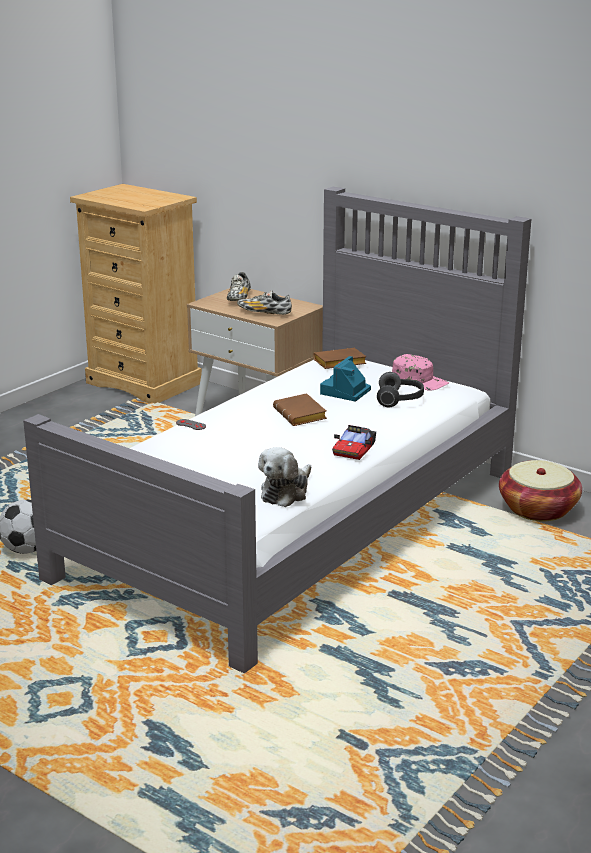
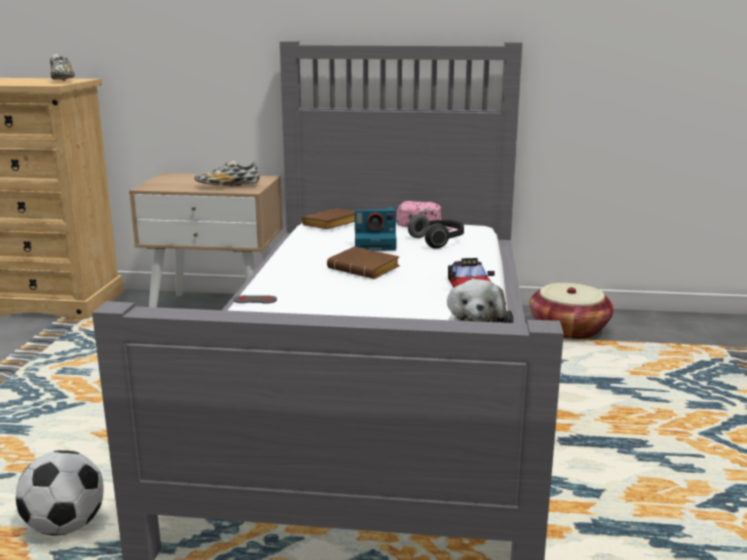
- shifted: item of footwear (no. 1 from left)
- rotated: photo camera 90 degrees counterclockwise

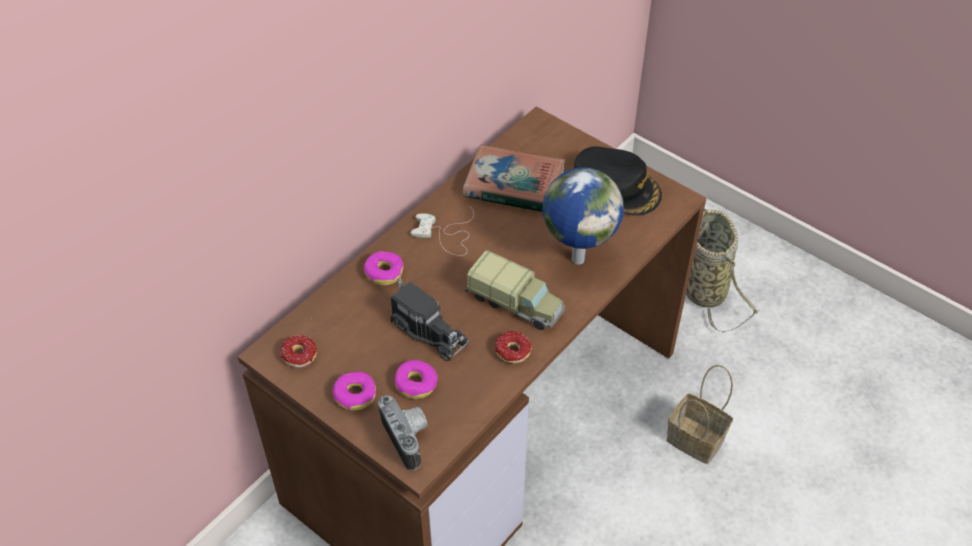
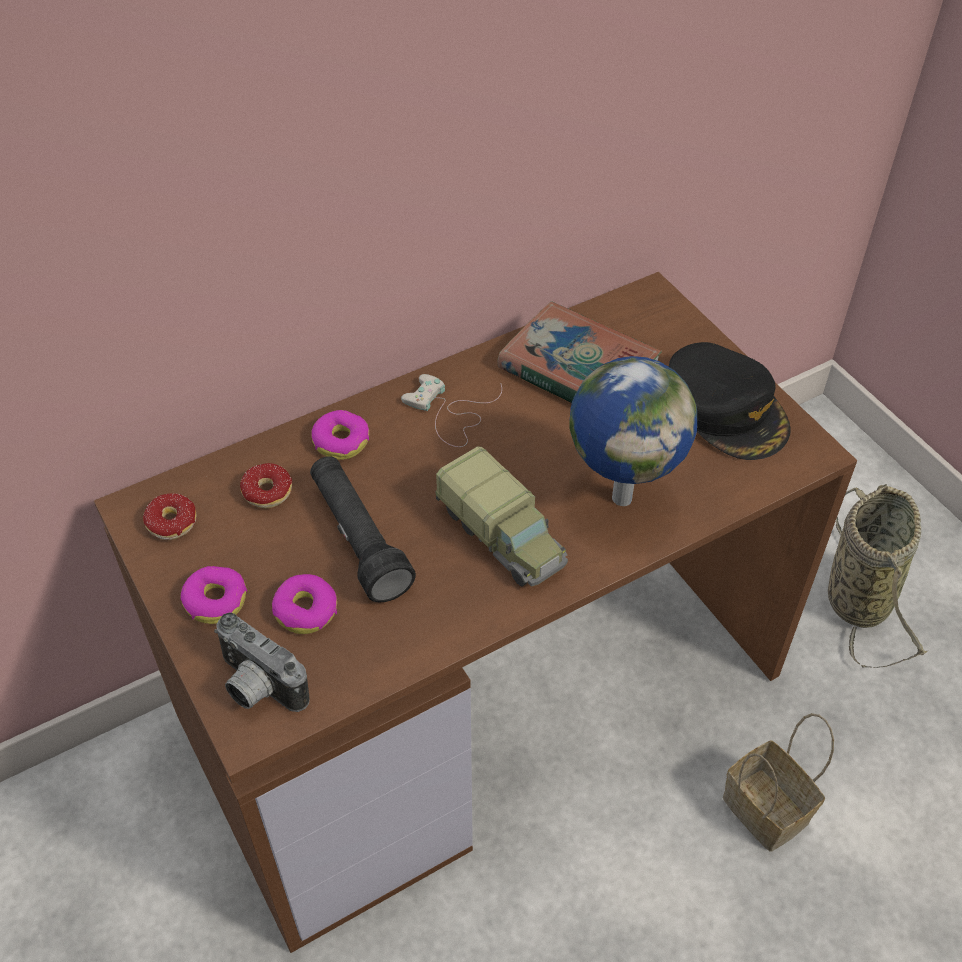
- swapped: toy truck (no. 1 from left) to black flashlight
- shifted: ring doughnut (no. 5 from left in the first image) to ring doughnut (no. 3 from left)
- rotated: photo camera 135 degrees clockwise

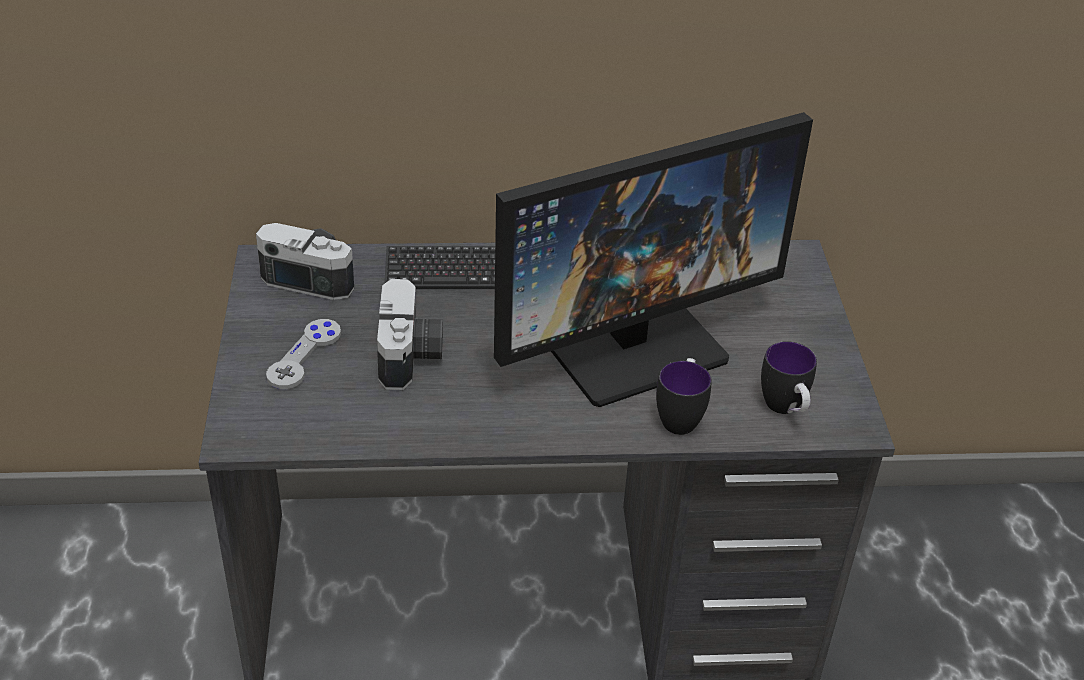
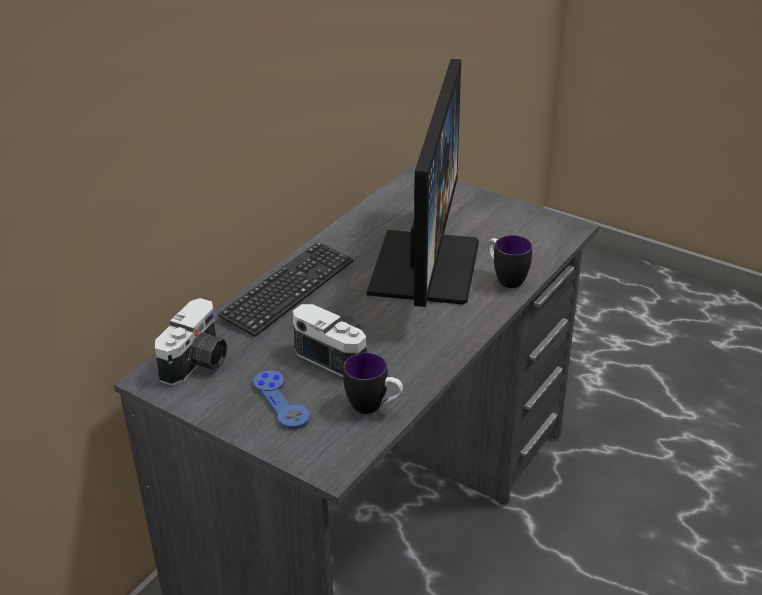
- rotated: photo camera (no. 1 from left) 150 degrees clockwise
- repainted: grey gamepad to blue gamepad
- shifted: mug (no. 2 from left in the first image) to mug (no. 1 from left)

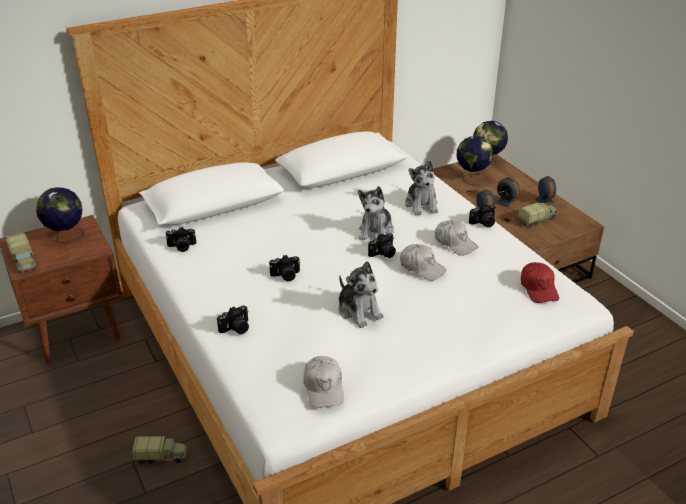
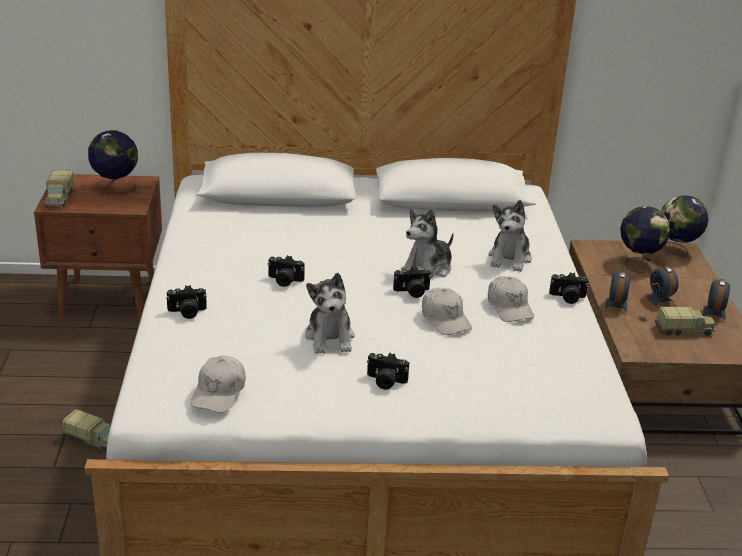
- shifted: photo camera (no. 1 from left in the first image) to photo camera (no. 3 from left)
- gone: reddish cap

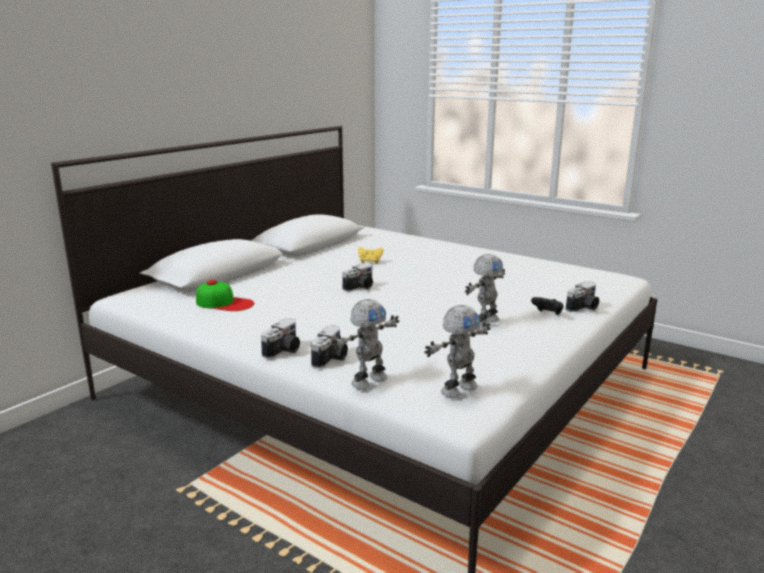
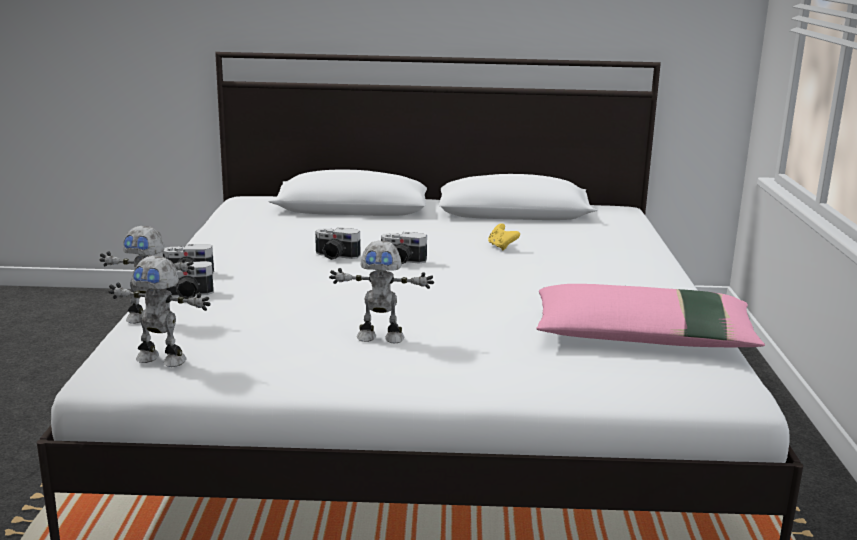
- gone: cap
- shifted: photo camera (no. 4 from left in the first image) to photo camera (no. 3 from left)
- gone: black gamepad
- new: pinkish cushion

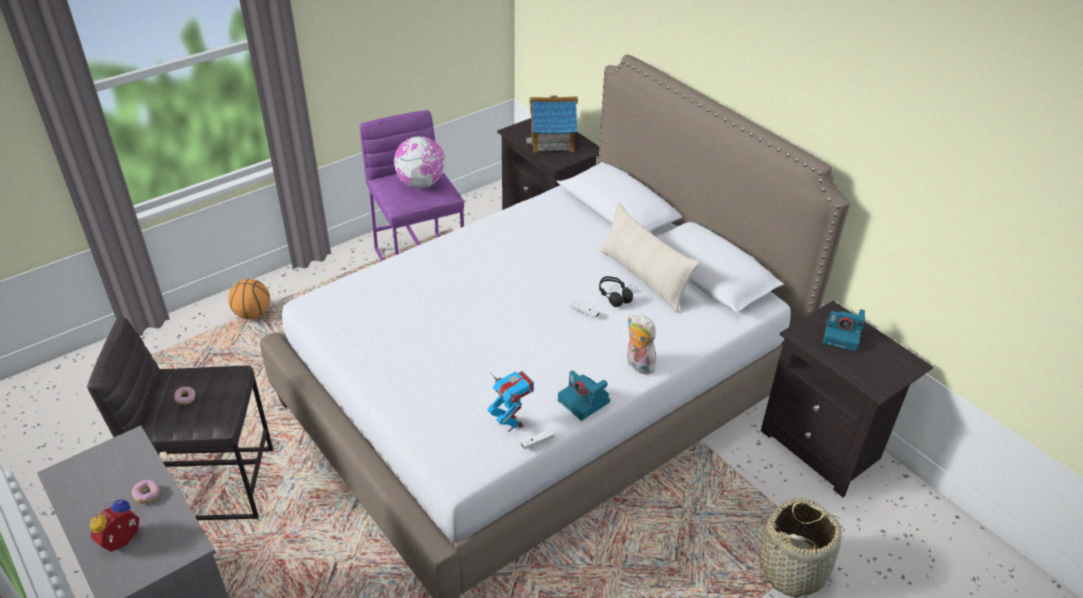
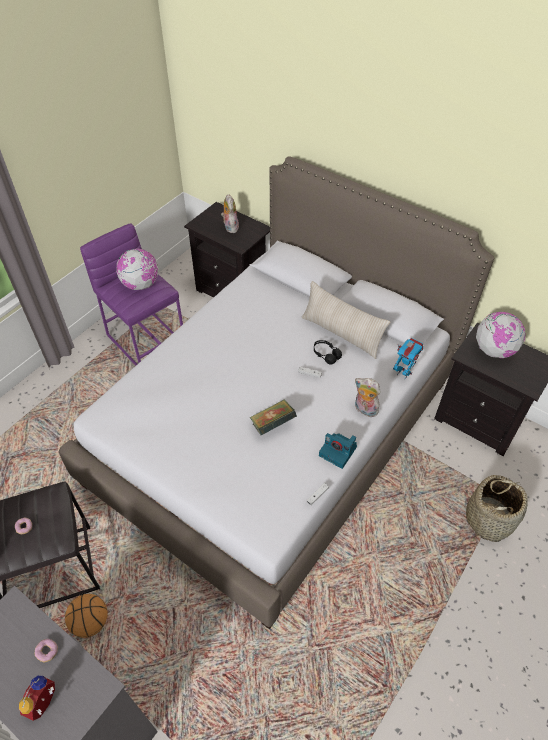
- swapped: toy house to cuddly toy (no. 1 from left)
- shifted: basketball ball
- swapped: photo camera (no. 2 from left) to desk globe (no. 2 from left)
- shifted: robot figure
- new: bound book

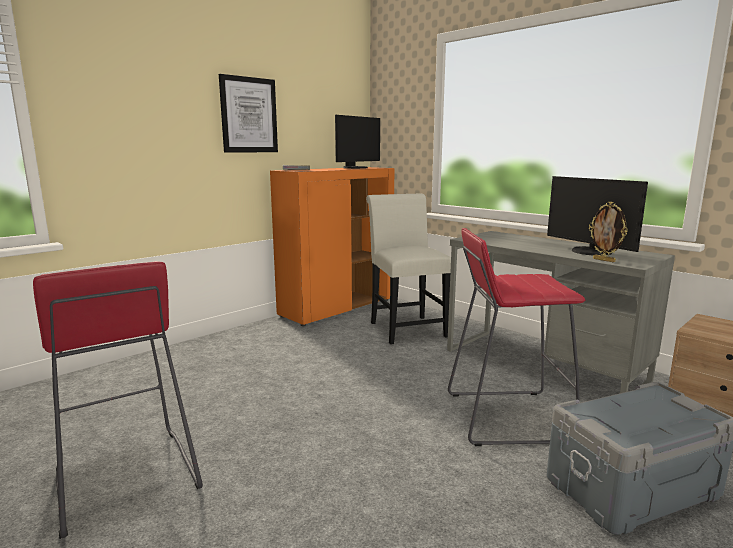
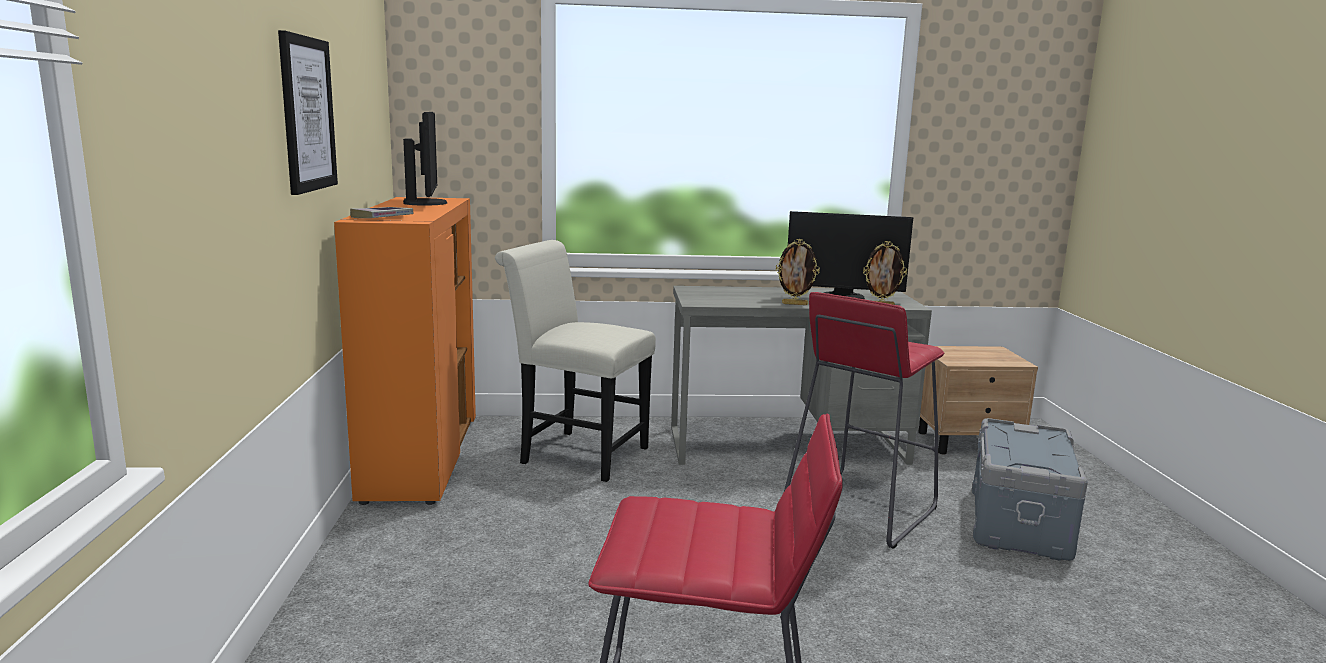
- new: photo frame (no. 1 from left)

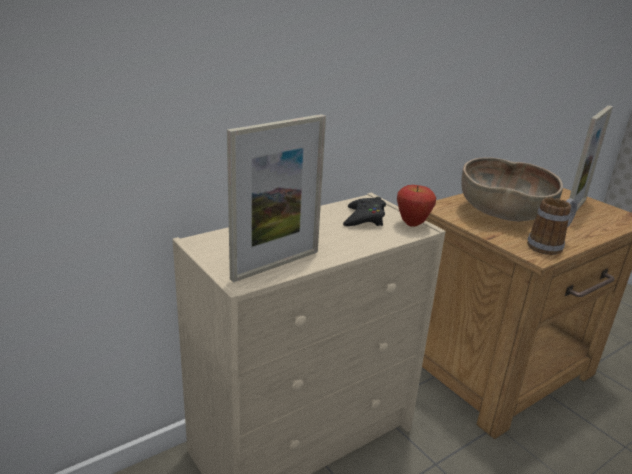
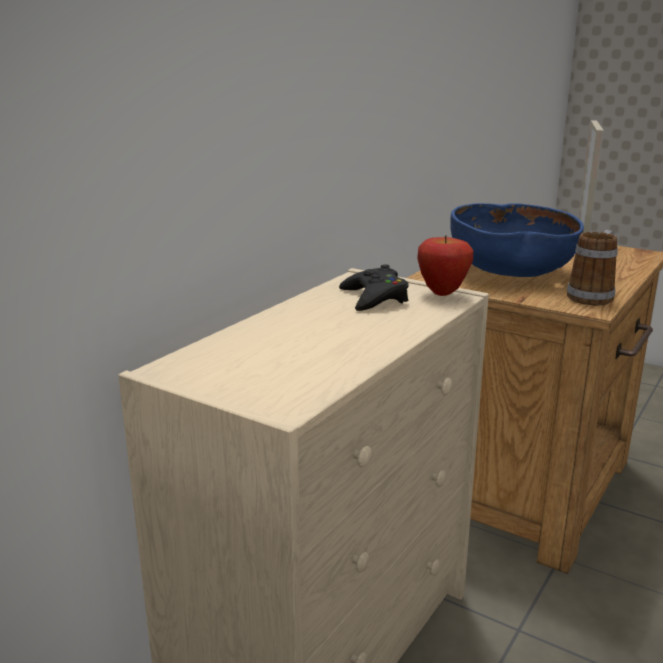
- gone: photo frame (no. 1 from left)
- repainted: brown-coloured deep dish to blue deep dish

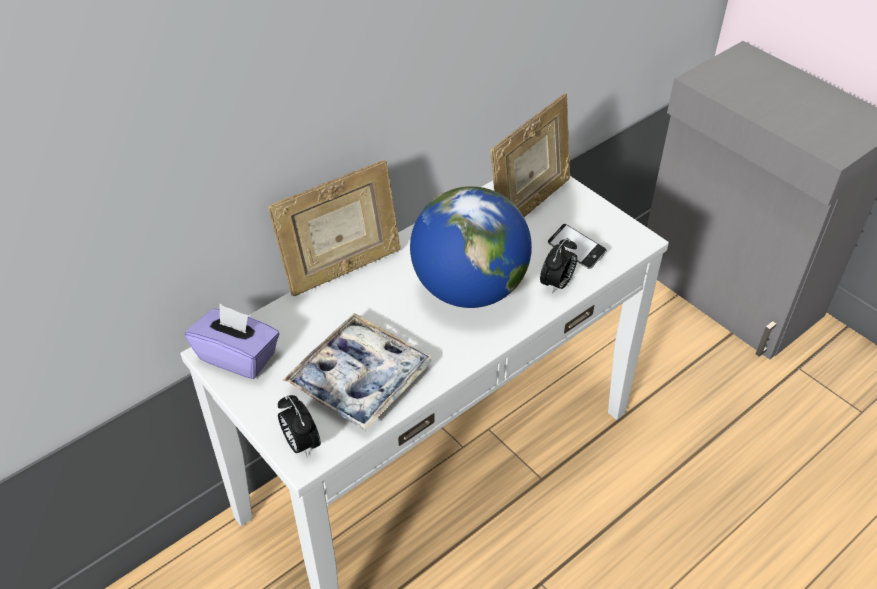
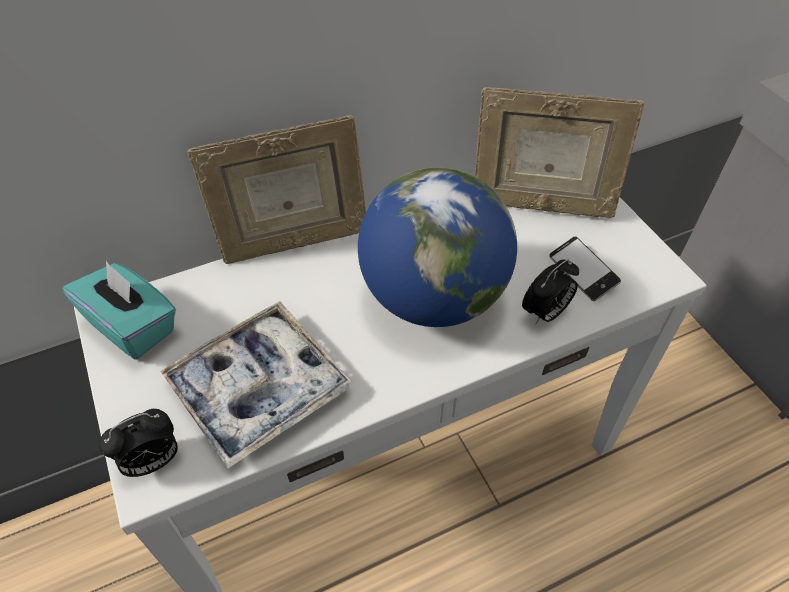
- rotated: photo frame (no. 2 from left) 45 degrees clockwise
- repainted: purple-coloured box of tissues to turquoise-coloured box of tissues
- rotated: table clock (no. 1 from left) 105 degrees counterclockwise

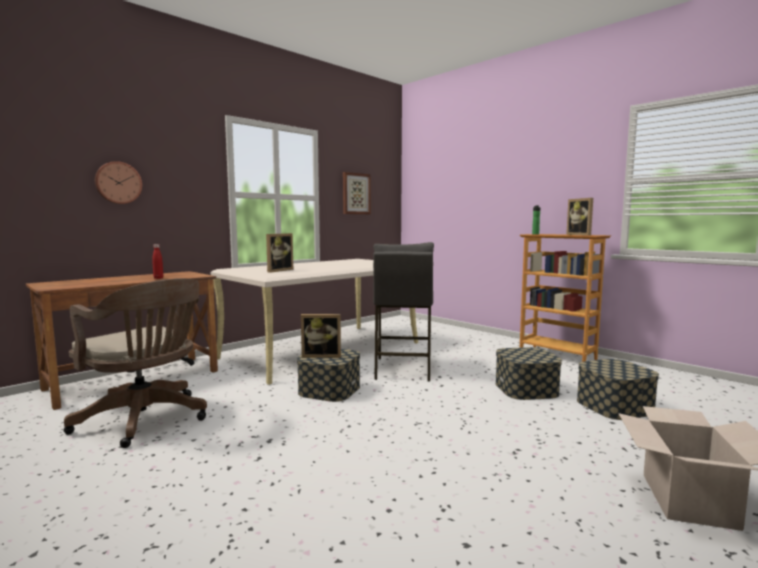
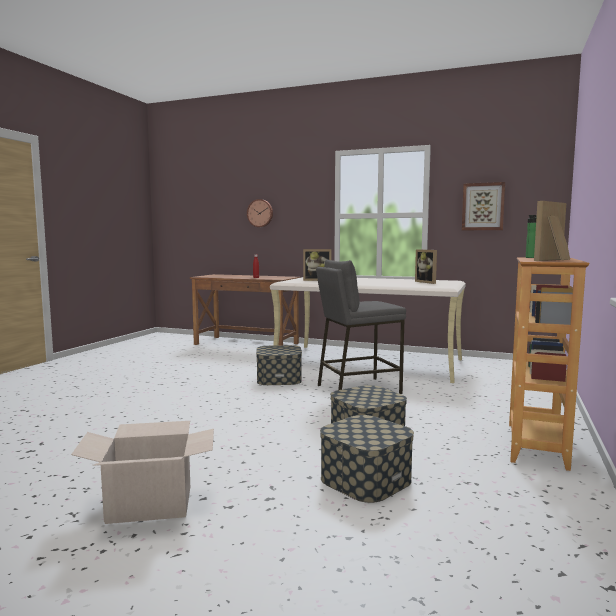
- gone: brown-coloured office chair
- shifted: photo frame (no. 2 from left)

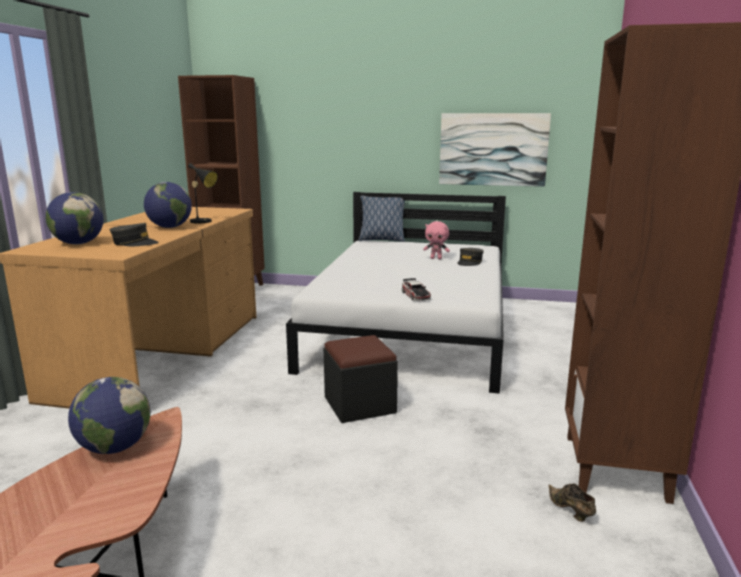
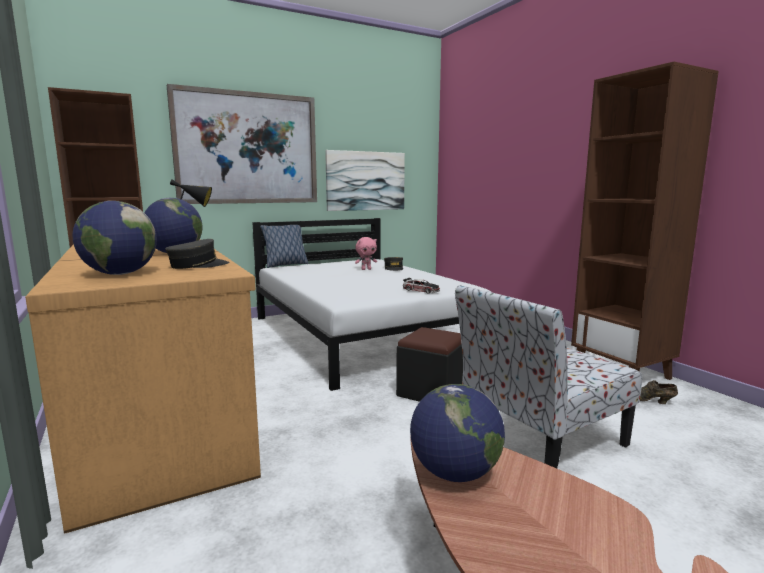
- new: wall picture (no. 1 from left)
- new: upright chair

